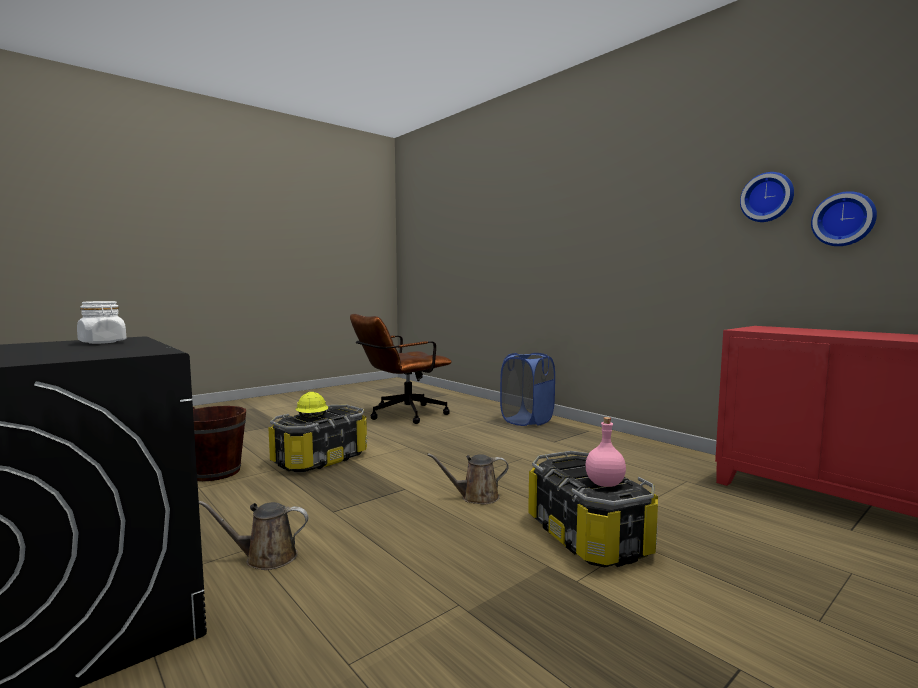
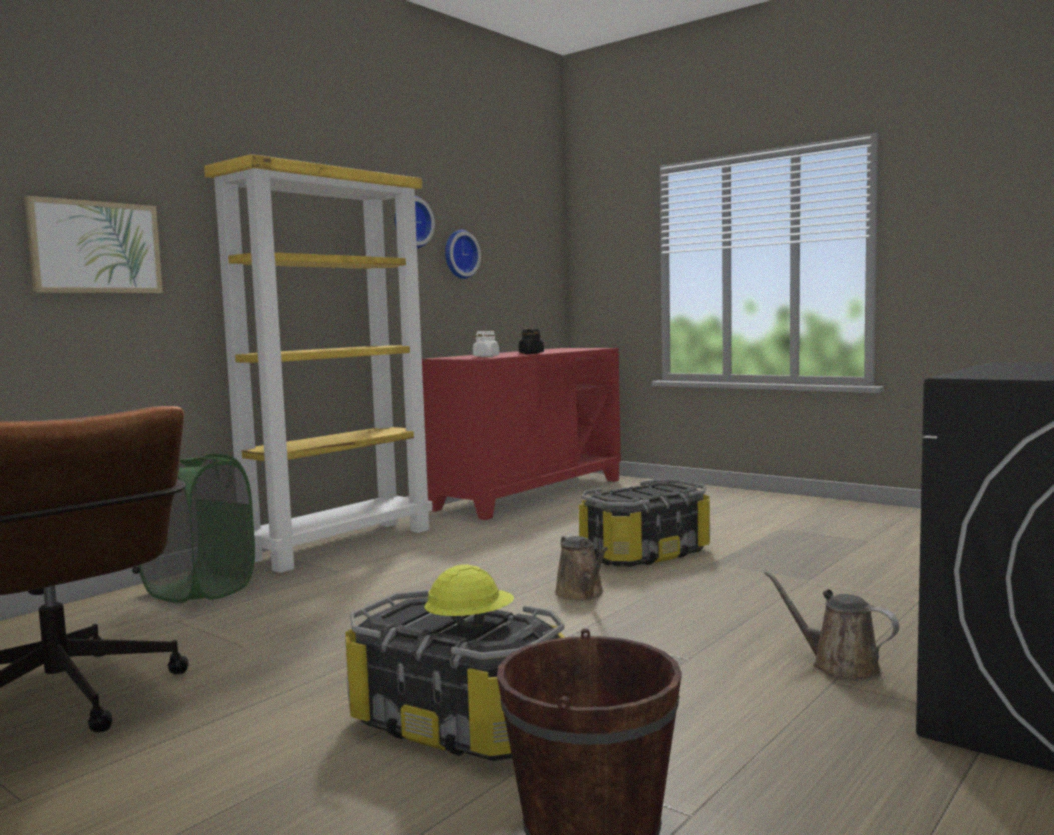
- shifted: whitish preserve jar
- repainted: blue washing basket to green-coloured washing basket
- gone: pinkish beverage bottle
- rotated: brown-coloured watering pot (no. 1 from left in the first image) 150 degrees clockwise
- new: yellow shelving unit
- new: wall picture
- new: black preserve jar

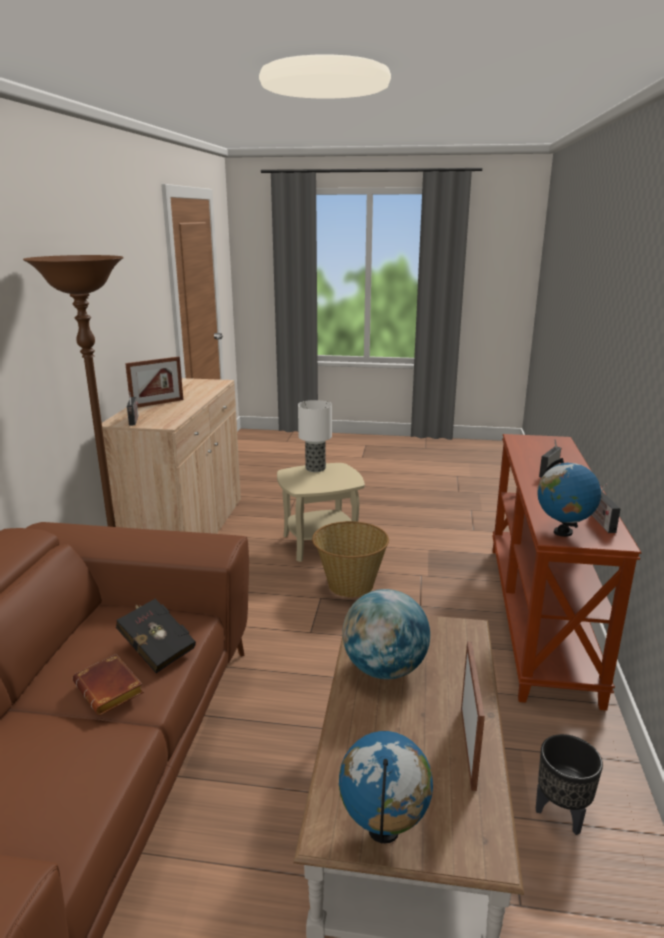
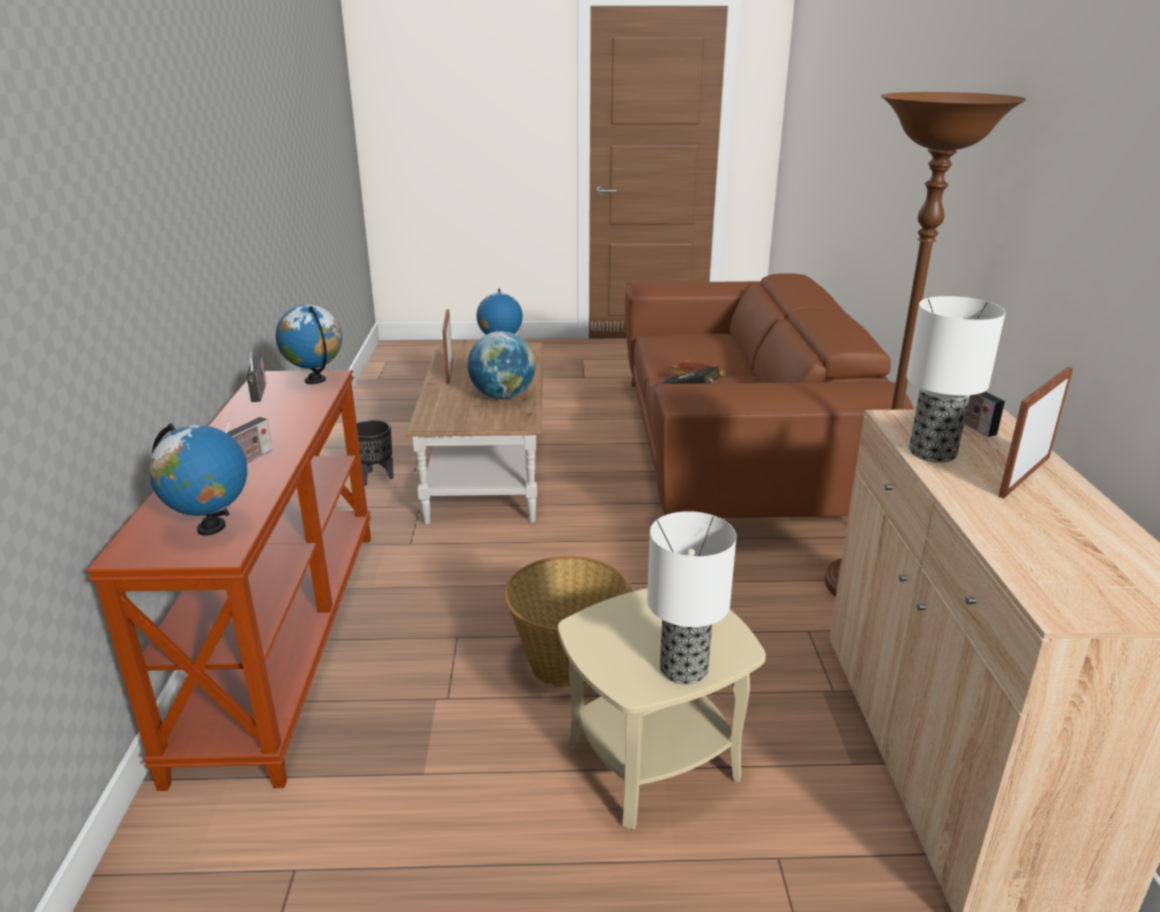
- new: lamp for a table (no. 2 from left)
- new: desk globe (no. 1 from left)

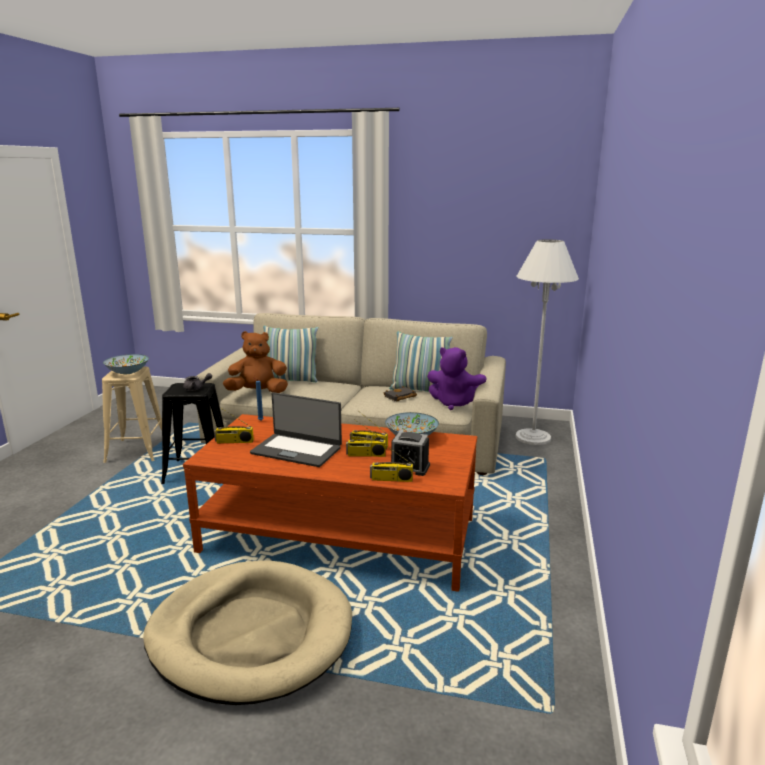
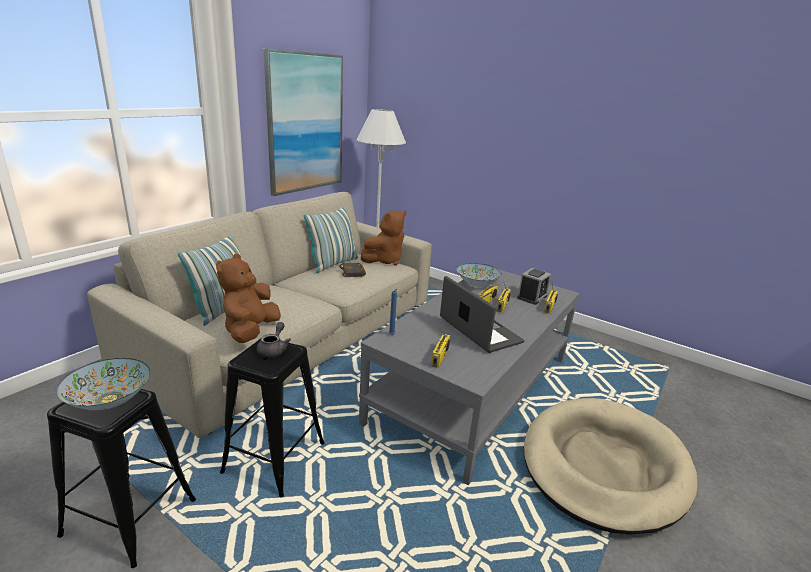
- repainted: purple-coloured cuddly toy to brown-coloured cuddly toy (no. 2 from left)
- repainted: sand-coloured sitting stool to black sitting stool (no. 1 from left)
- rotated: portable computer 75 degrees counterclockwise
- repainted: brown-coloured lounge table to grey lounge table
- new: wall picture

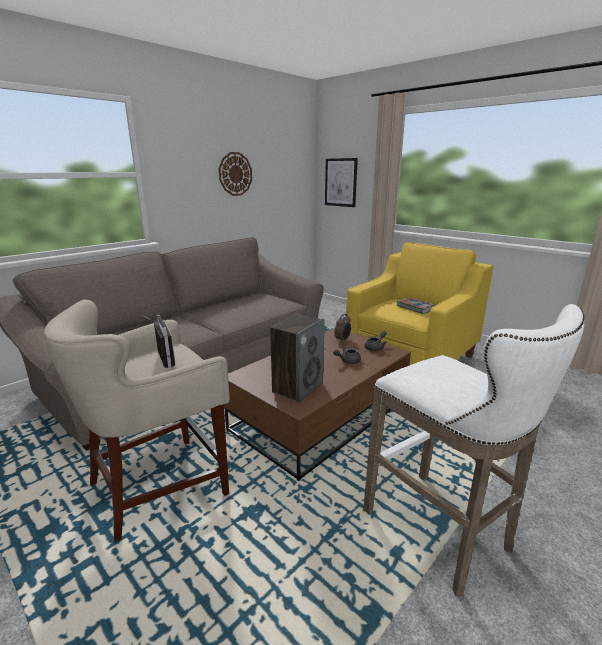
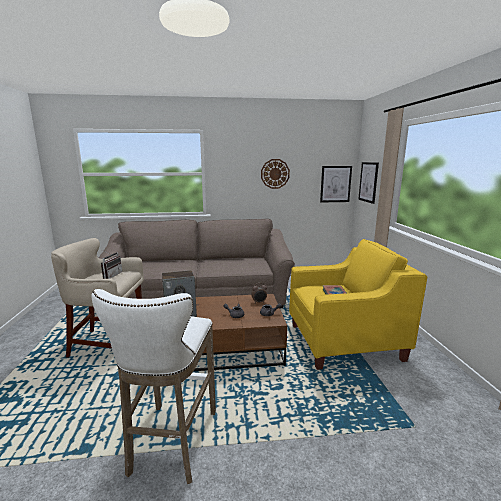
- new: wall picture (no. 1 from left)

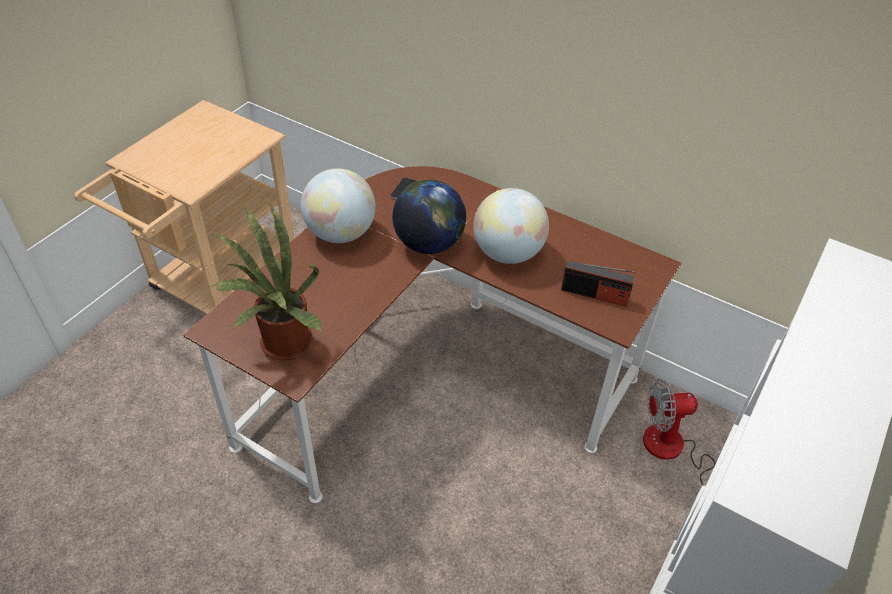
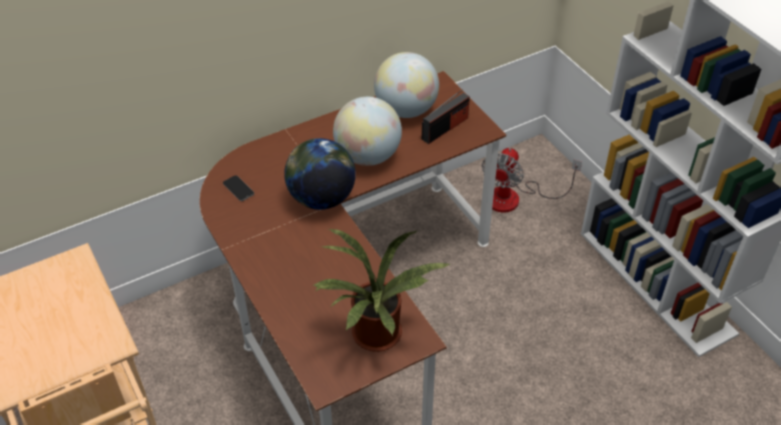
- shifted: desk globe (no. 1 from left in the first image) to desk globe (no. 3 from left)

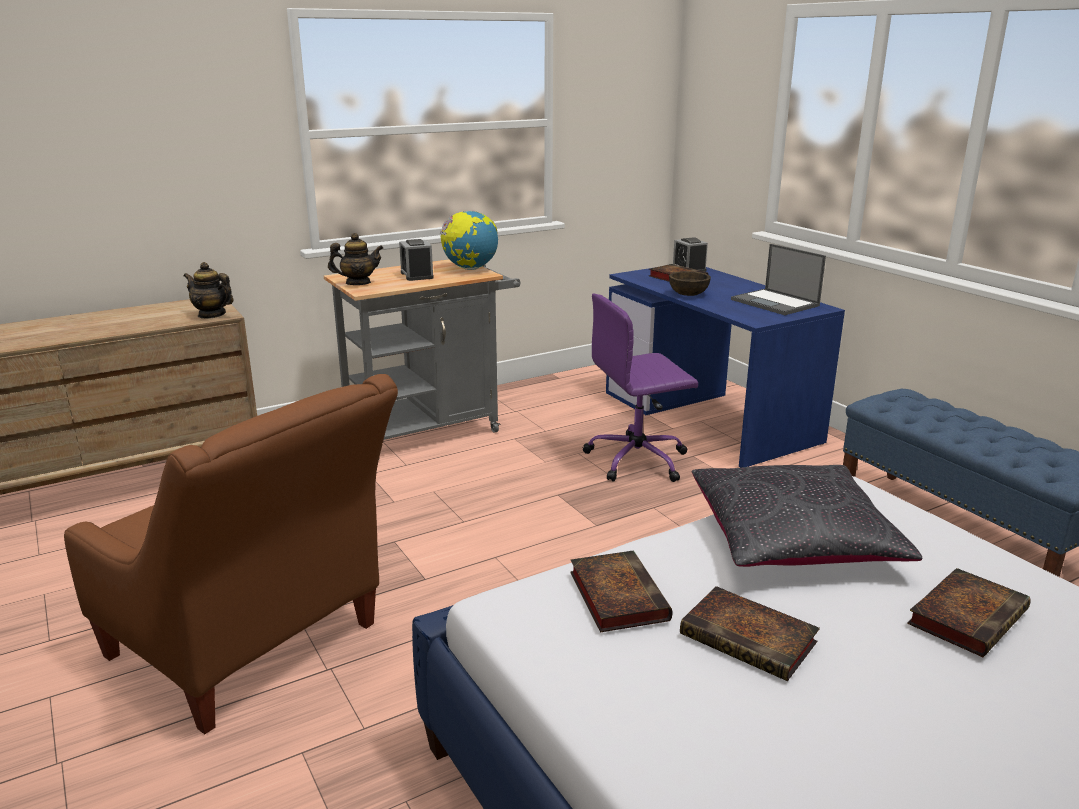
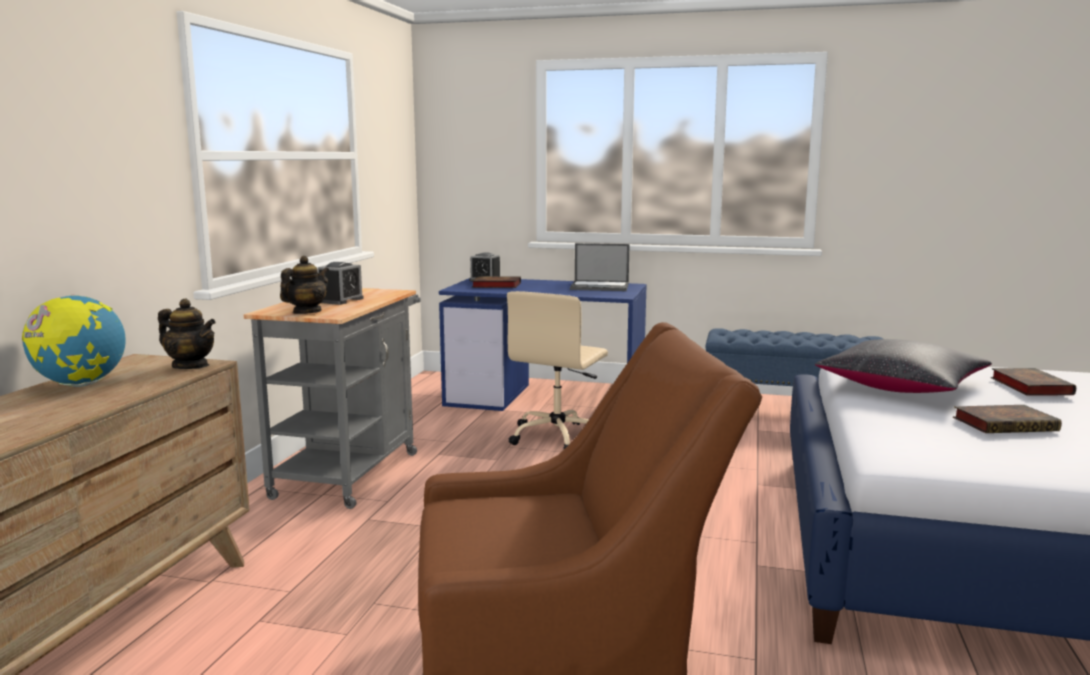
- shifted: desk globe
- rotated: table clock (no. 1 from left) 90 degrees counterclockwise
- rotated: teapot (no. 1 from left) 135 degrees counterclockwise
- gone: brown-coloured deep dish
- repainted: purple-coloured office chair to sand-coloured office chair
- gone: bound book (no. 1 from left)

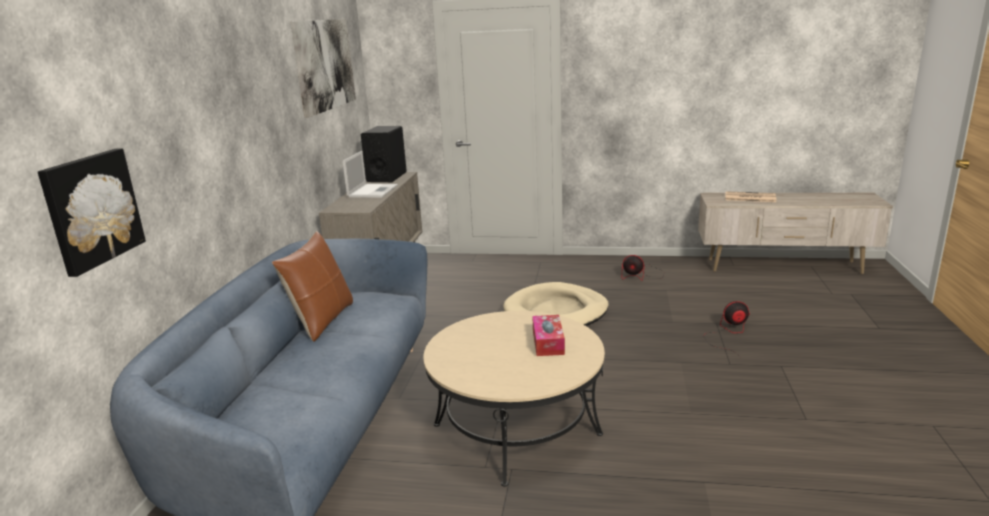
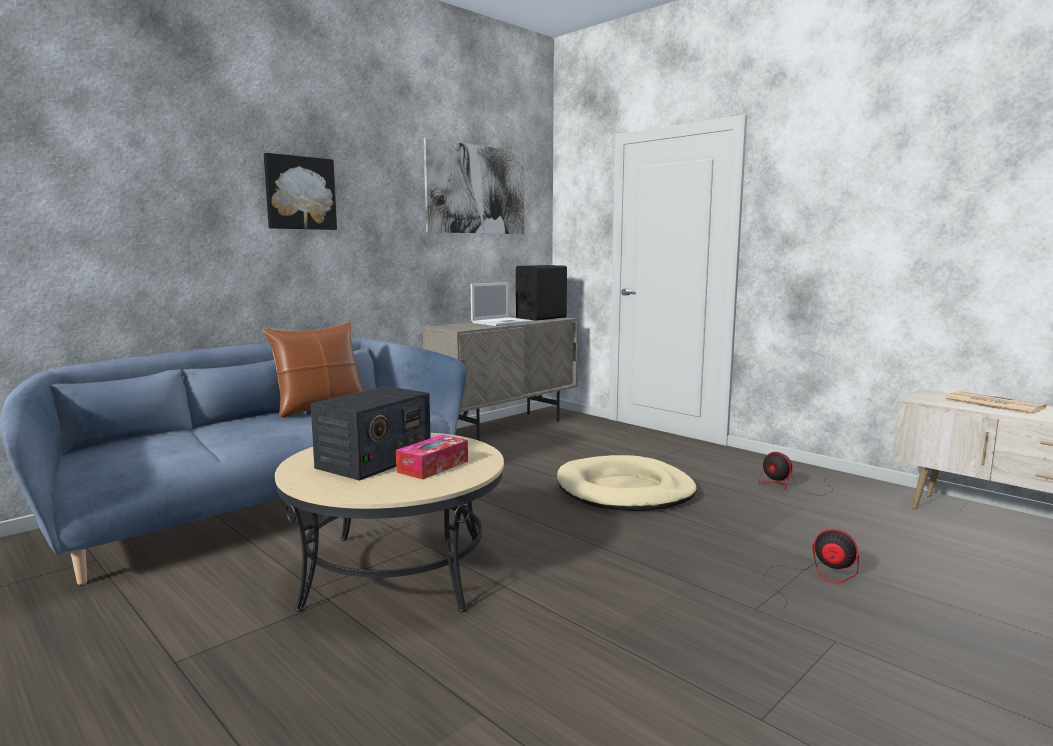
- shifted: wall picture (no. 1 from left)
- new: radio receiver

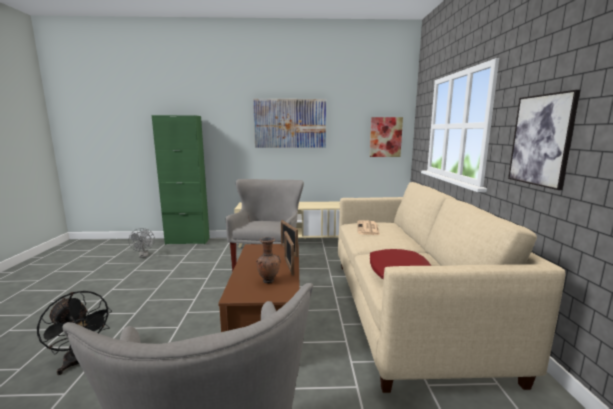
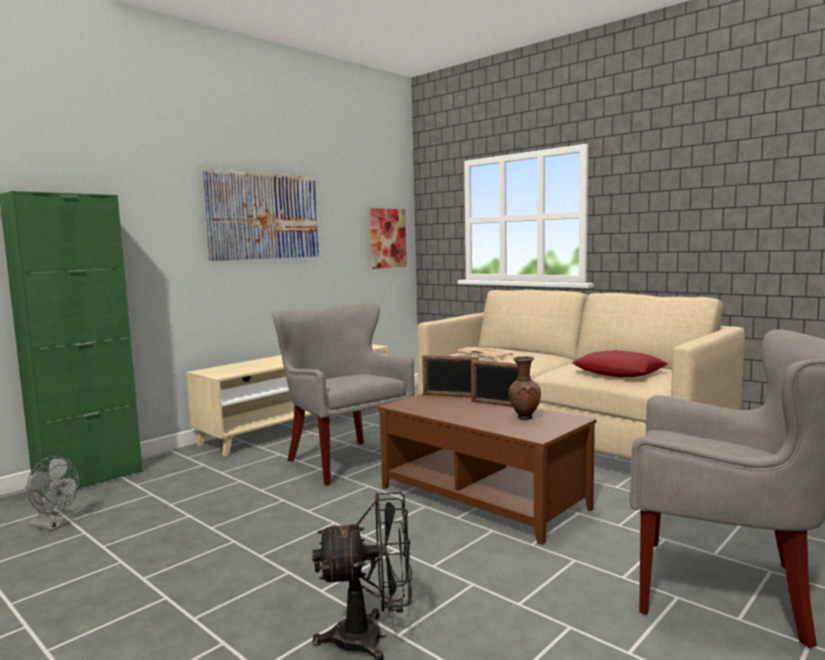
- gone: wall picture (no. 3 from left)

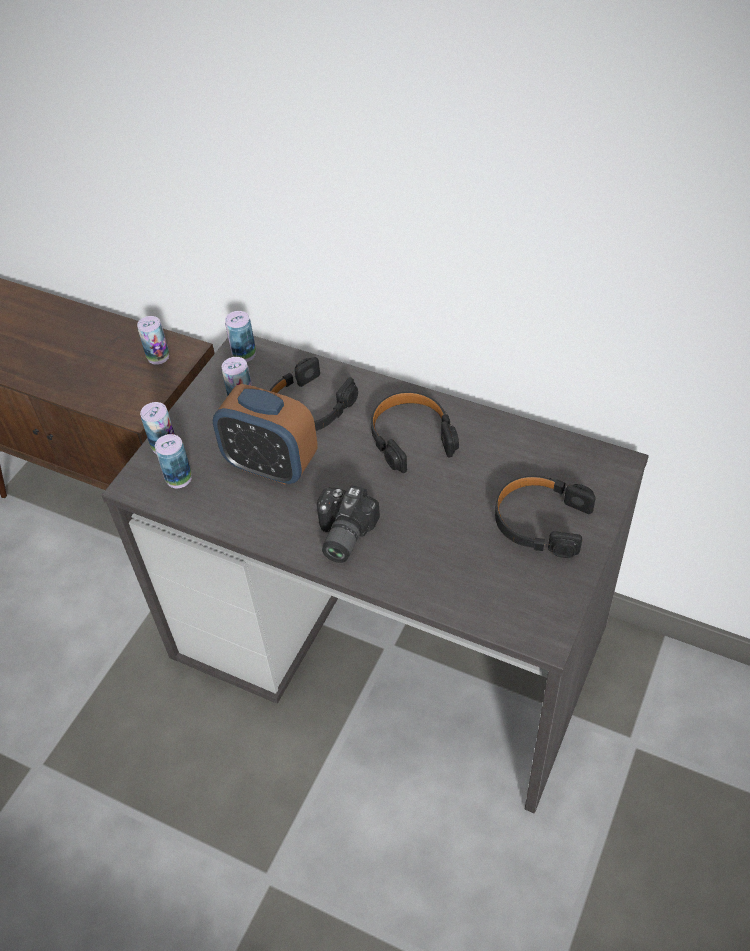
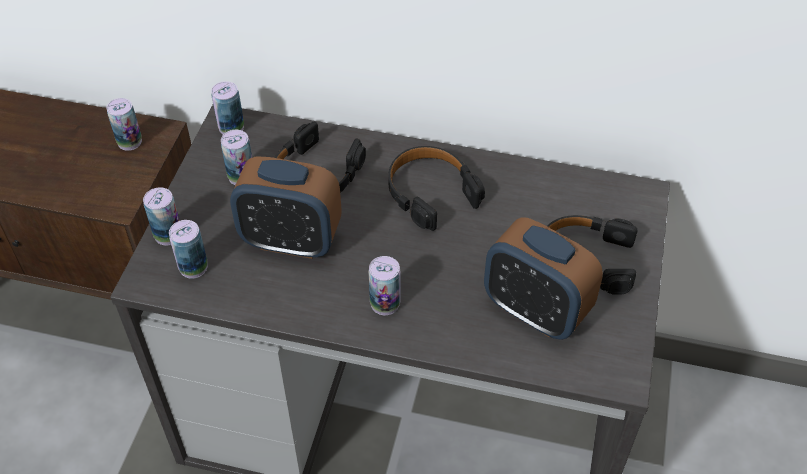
- swapped: photo camera to can (no. 6 from left)
- new: table clock (no. 2 from left)

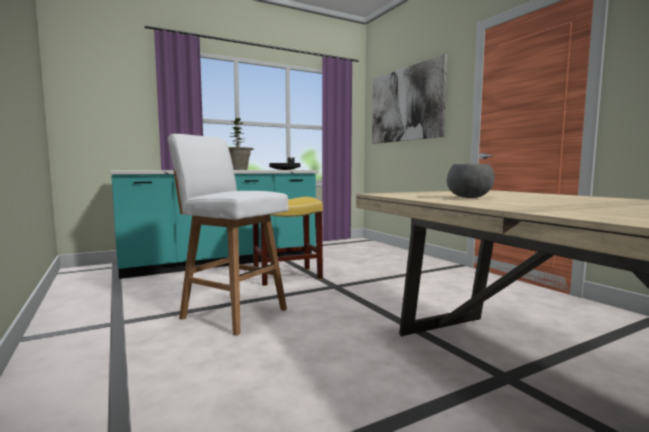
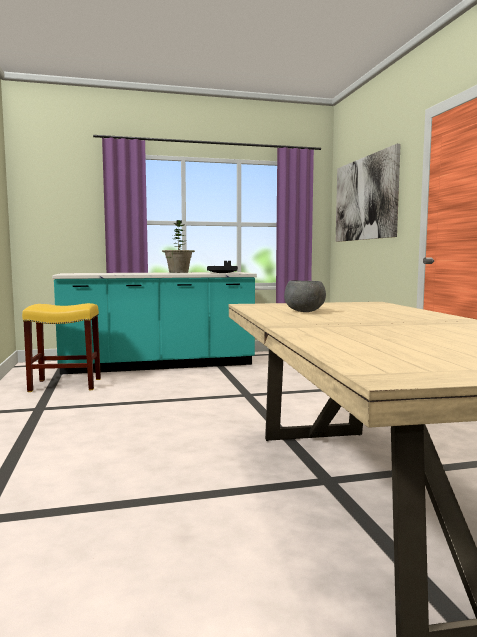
- gone: whitish sitting stool
- shifted: yellow sitting stool

